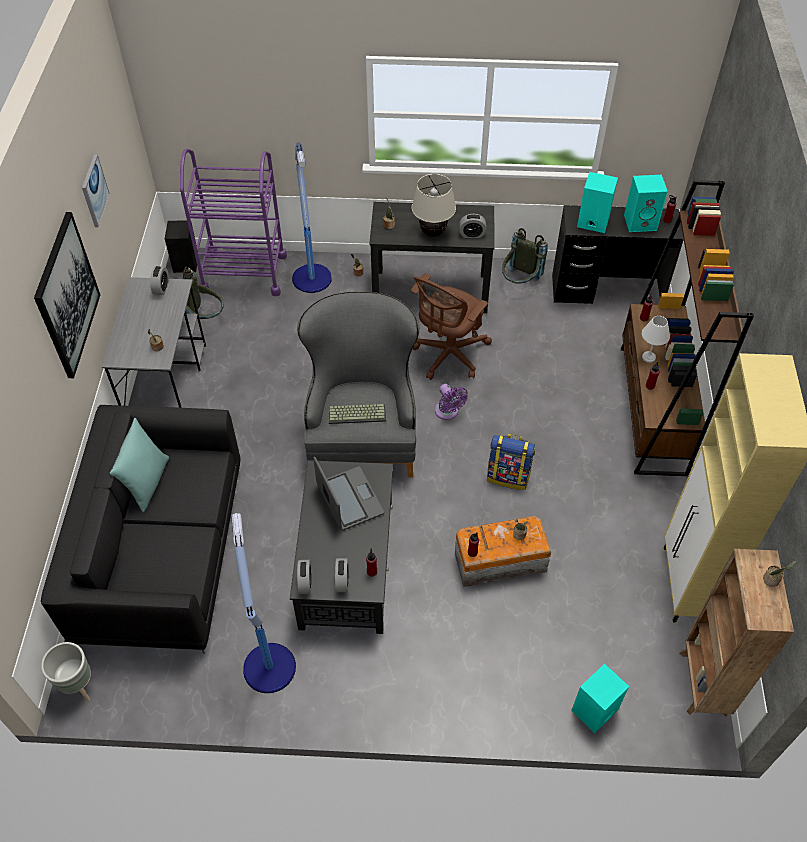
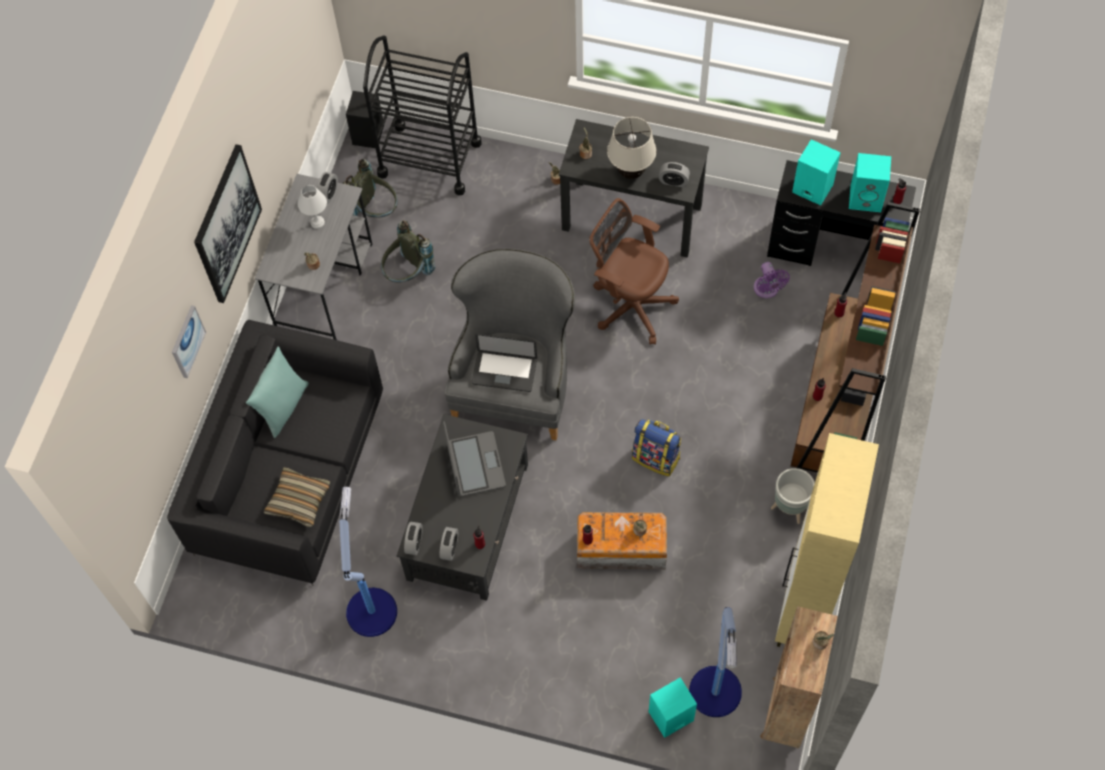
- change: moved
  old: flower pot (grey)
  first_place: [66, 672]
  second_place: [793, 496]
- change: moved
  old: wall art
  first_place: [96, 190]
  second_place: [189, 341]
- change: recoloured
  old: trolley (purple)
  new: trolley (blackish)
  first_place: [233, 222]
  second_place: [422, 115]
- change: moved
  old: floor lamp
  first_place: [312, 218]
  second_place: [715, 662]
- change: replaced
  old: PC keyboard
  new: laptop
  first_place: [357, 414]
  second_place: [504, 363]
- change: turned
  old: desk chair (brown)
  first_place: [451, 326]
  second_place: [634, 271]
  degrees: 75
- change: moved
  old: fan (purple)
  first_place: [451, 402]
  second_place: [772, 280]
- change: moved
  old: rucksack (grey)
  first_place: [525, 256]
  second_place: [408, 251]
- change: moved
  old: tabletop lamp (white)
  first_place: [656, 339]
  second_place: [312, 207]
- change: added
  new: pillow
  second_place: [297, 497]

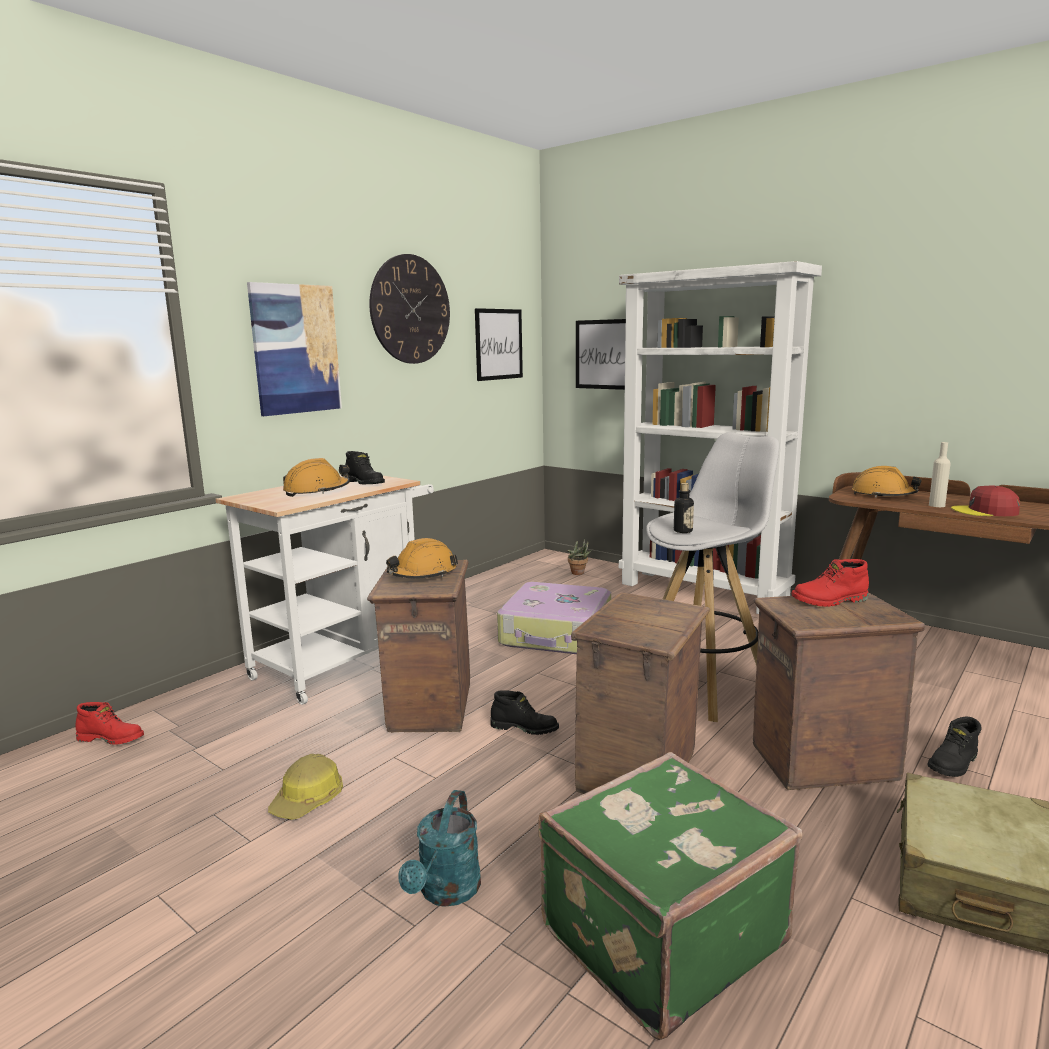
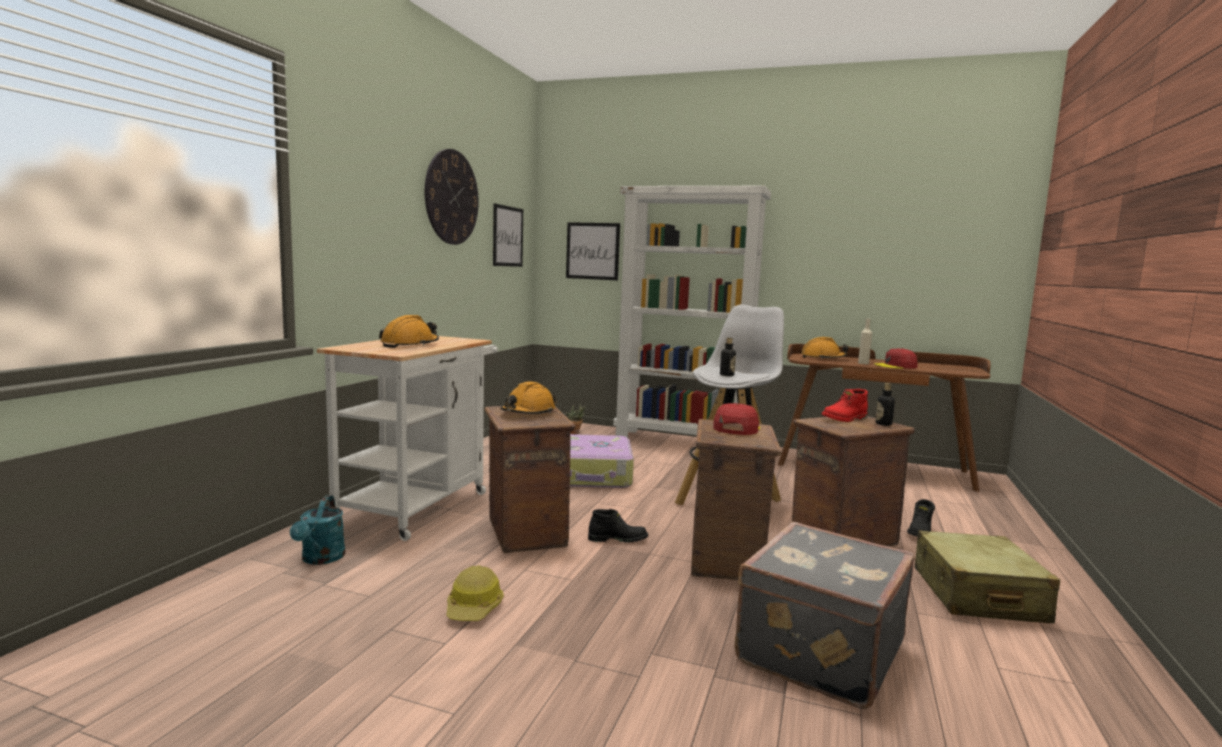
- change: removed
  old: tall boot (reddish)
  first_place: [109, 723]
- change: removed
  old: wall art
  first_place: [294, 349]
- change: removed
  old: tall boot (blackish)
  first_place: [365, 467]
- change: moved
  old: watering pot (turquoise-coloured)
  first_place: [439, 848]
  second_place: [318, 530]
- change: recoloured
  old: suitcase (green-coloured)
  new: suitcase (grey)
  first_place: [670, 896]
  second_place: [825, 615]
- change: added
  new: peaked cap (reddish)
  second_place: [736, 419]
- change: added
  new: bottle
  second_place: [885, 404]

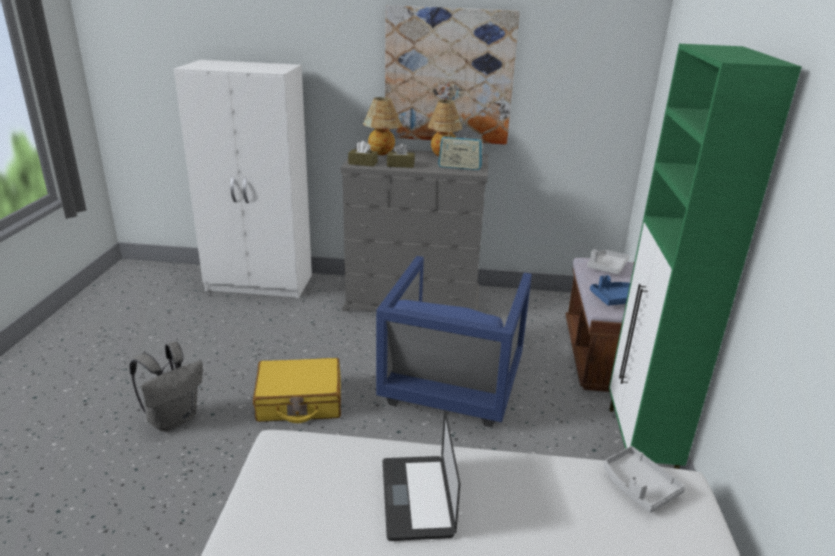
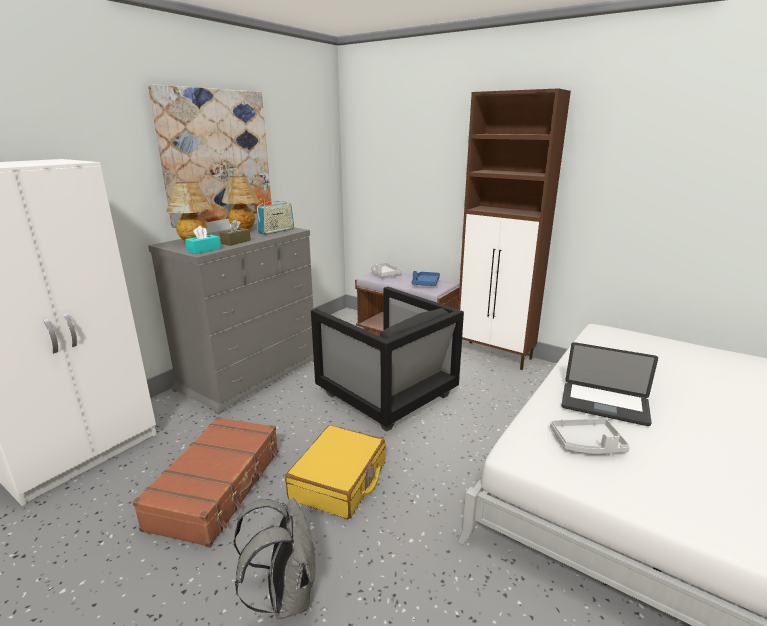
- change: recoloured
  old: tissue box (brown)
  new: tissue box (turquoise-coloured)
  first_place: [363, 154]
  second_place: [203, 240]
- change: recoloured
  old: lounge chair (bluish)
  new: lounge chair (blackish)
  first_place: [454, 341]
  second_place: [387, 359]
- change: moved
  old: serving tray (grey)
  first_place: [644, 479]
  second_place: [590, 436]
- change: recoloured
  old: cupboard (green-coloured)
  new: cupboard (brown)
  first_place: [705, 256]
  second_place: [514, 229]
- change: added
  new: suitcase (brown)
  second_place: [205, 482]

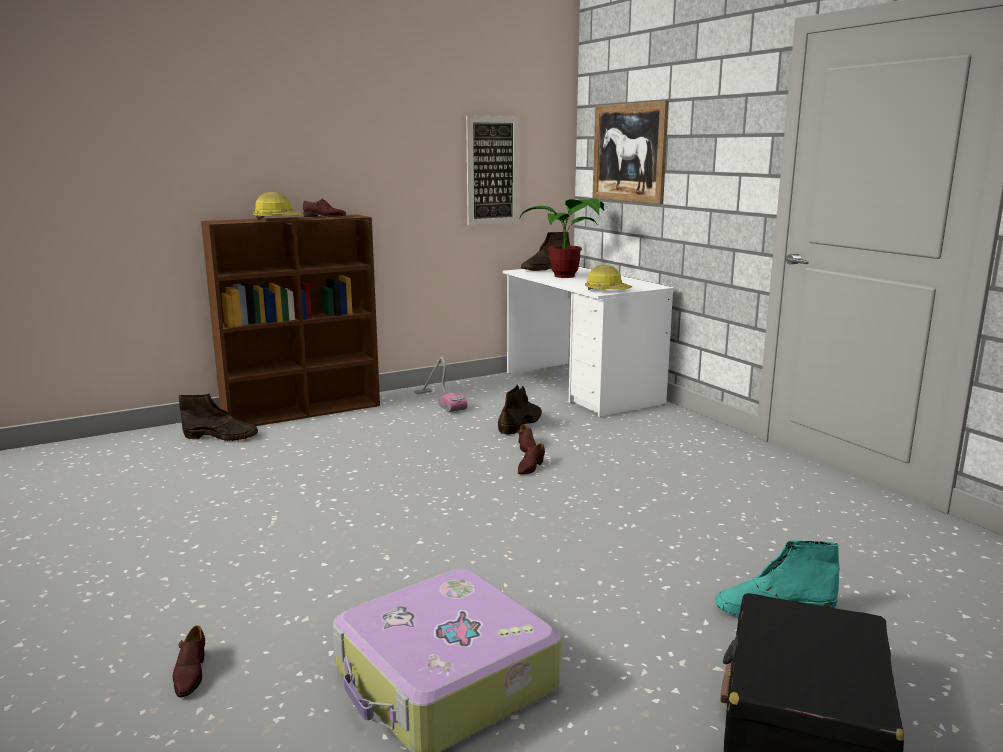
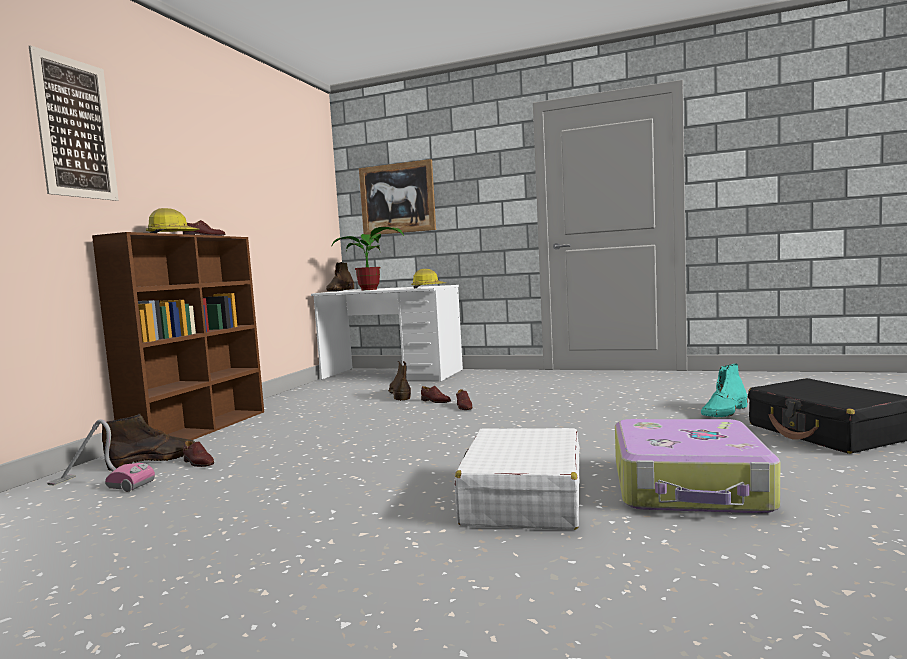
- change: moved
  old: item of footwear (brown)
  first_place: [189, 661]
  second_place: [198, 454]
- change: moved
  old: hoover
  first_place: [441, 385]
  second_place: [101, 455]
- change: moved
  old: wall art
  first_place: [492, 170]
  second_place: [74, 123]
- change: added
  new: suitcase (white)
  second_place: [517, 479]

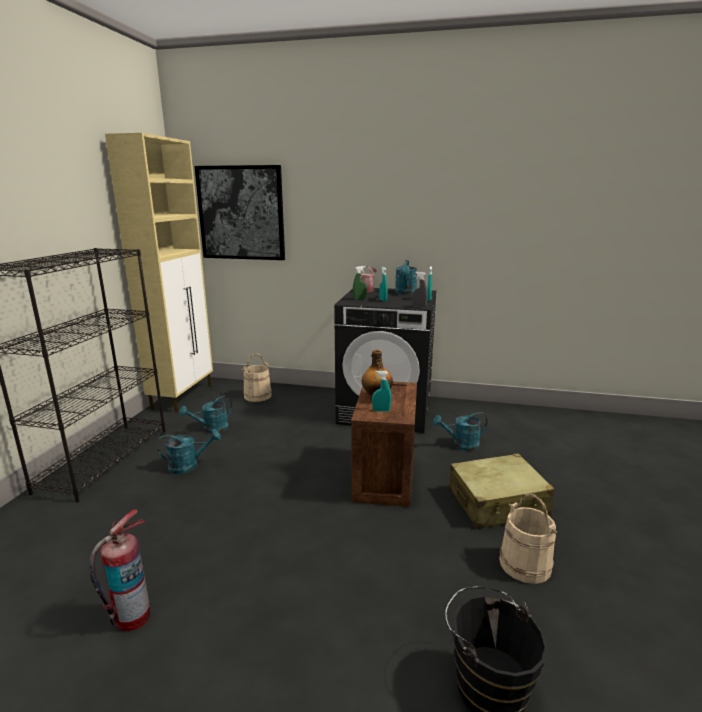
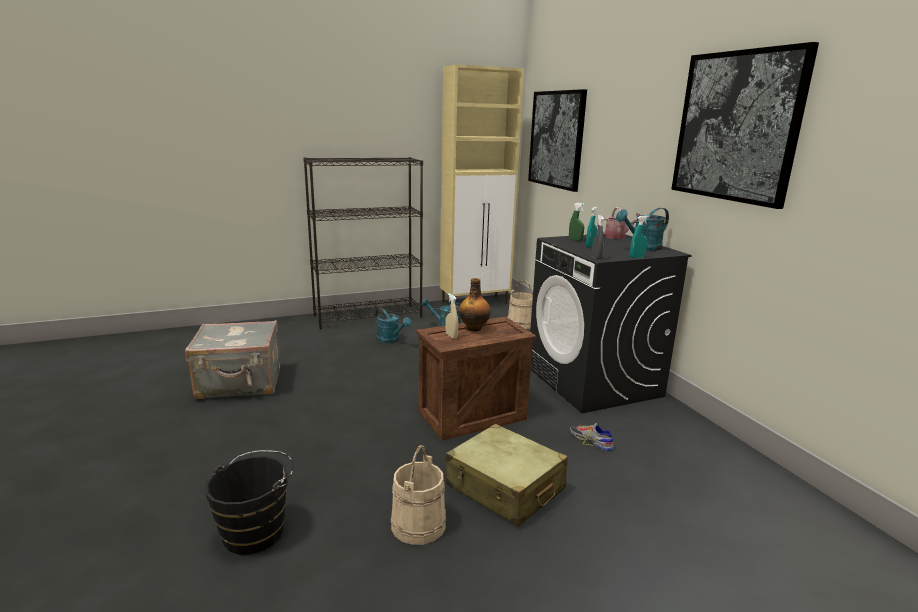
- change: replaced
  old: fire extinguisher
  new: suitcase (grey)
  first_place: [119, 570]
  second_place: [232, 359]
- change: recoloured
  old: sprayer (turquoise-coloured)
  new: sprayer (sand-coloured)
  first_place: [381, 391]
  second_place: [452, 316]
- change: replaced
  old: watering pot (turquoise-coloured)
  new: item of footwear
  first_place: [460, 431]
  second_place: [592, 437]
- change: added
  new: wall art
  second_place: [745, 125]

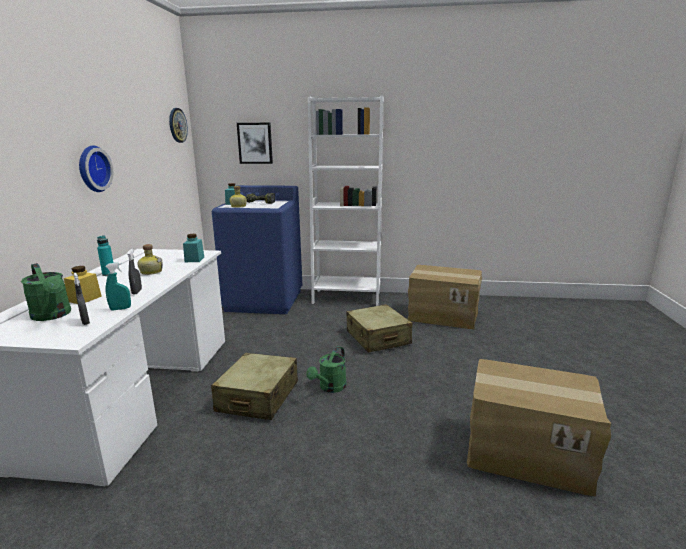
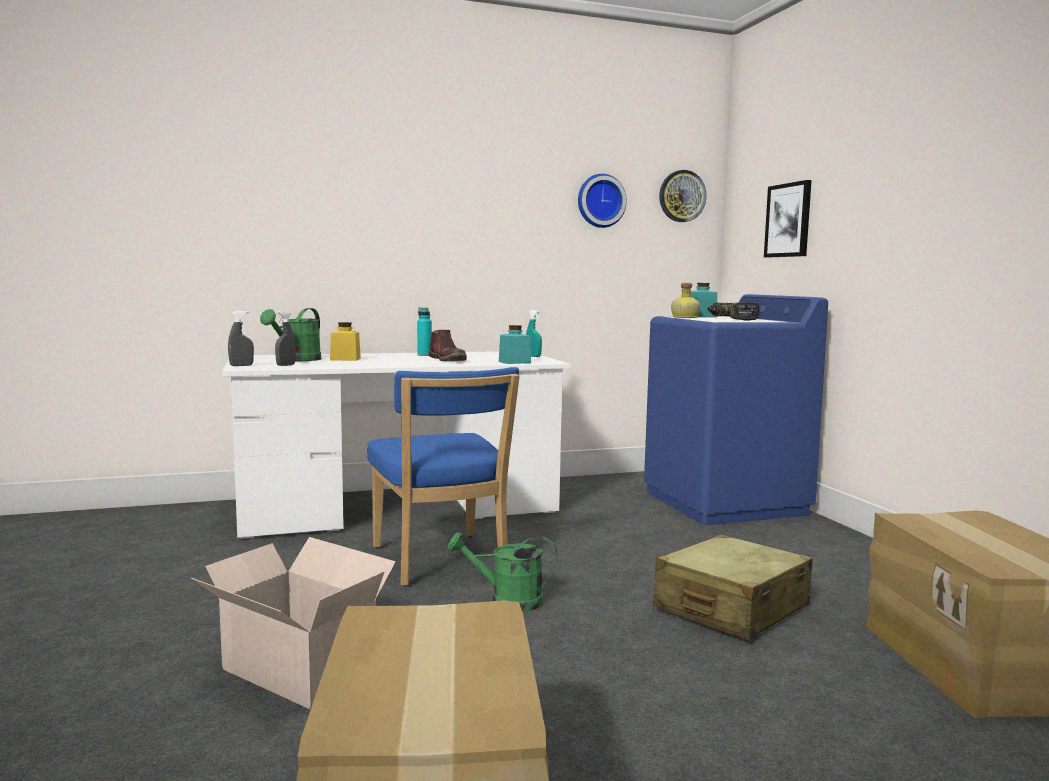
- change: moved
  old: clock on the wall
  first_place: [96, 168]
  second_place: [602, 201]
- change: moved
  old: sprayer (turquoise-coloured)
  first_place: [118, 286]
  second_place: [534, 333]
- change: moved
  old: sprayer (grey)
  first_place: [134, 271]
  second_place: [241, 338]
- change: replaced
  old: bottle
  new: tall boot (brown)
  first_place: [150, 259]
  second_place: [448, 345]
- change: replaced
  old: suitcase (sand-coloured)
  new: plain chair (bluish)
  first_place: [254, 386]
  second_place: [443, 476]
- change: removed
  old: bookcase (white)
  first_place: [346, 200]
- change: added
  new: carton
  second_place: [293, 623]

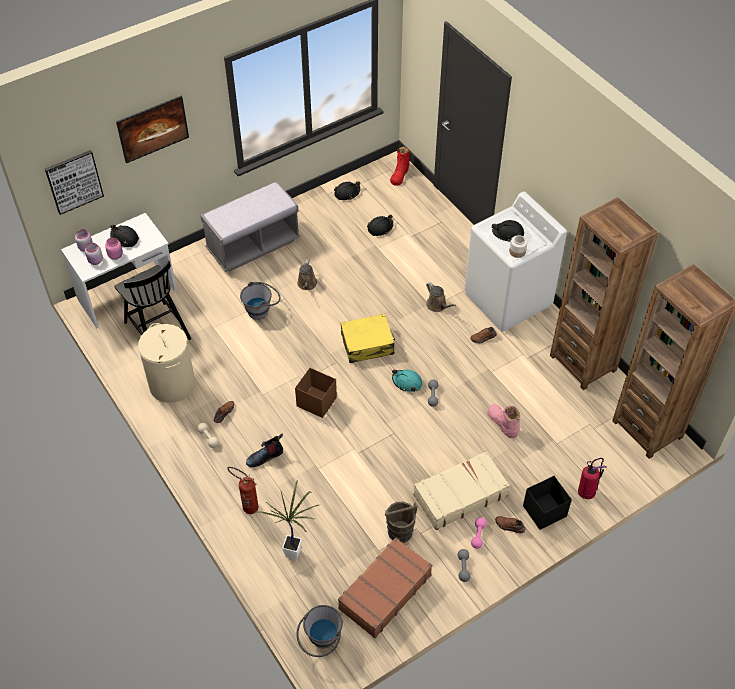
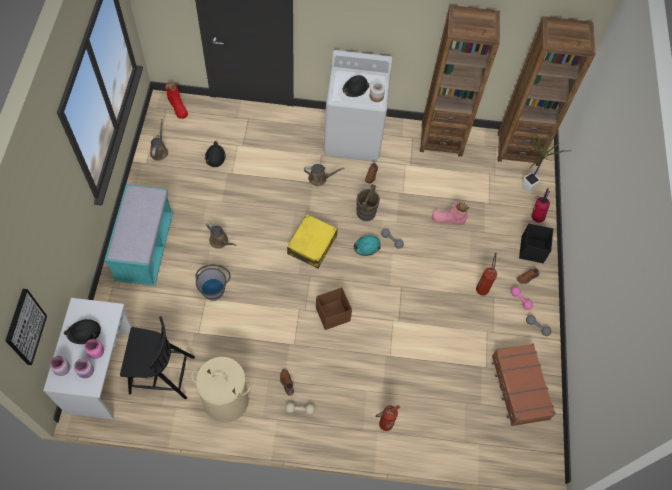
- change: removed
  old: wall art
  first_place: [152, 129]
- change: recoloured
  old: indoor bench (grey)
  new: indoor bench (turquoise-coloured)
  first_place: [250, 226]
  second_place: [138, 235]
- change: removed
  old: tall boot
  first_place: [264, 450]
- change: moved
  old: potted plant
  first_place: [286, 520]
  second_place: [546, 161]
- change: removed
  old: water bucket (grey)
  first_place: [320, 631]
- change: replaced
  old: safety helmet (blackish)
  new: watering pot (brown)
  first_place: [347, 190]
  second_place: [159, 140]
- change: moved
  old: water bucket (brown)
  first_place: [401, 522]
  second_place: [368, 202]
- change: replaced
  old: suitcase (sand-coloured)
  new: fire extinguisher
  first_place: [462, 490]
  second_place: [486, 274]

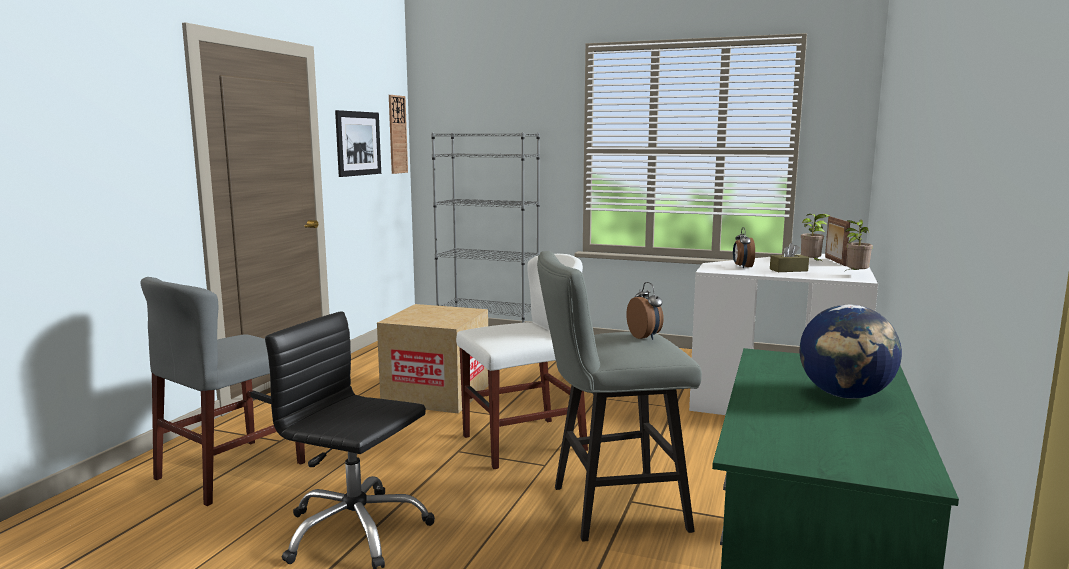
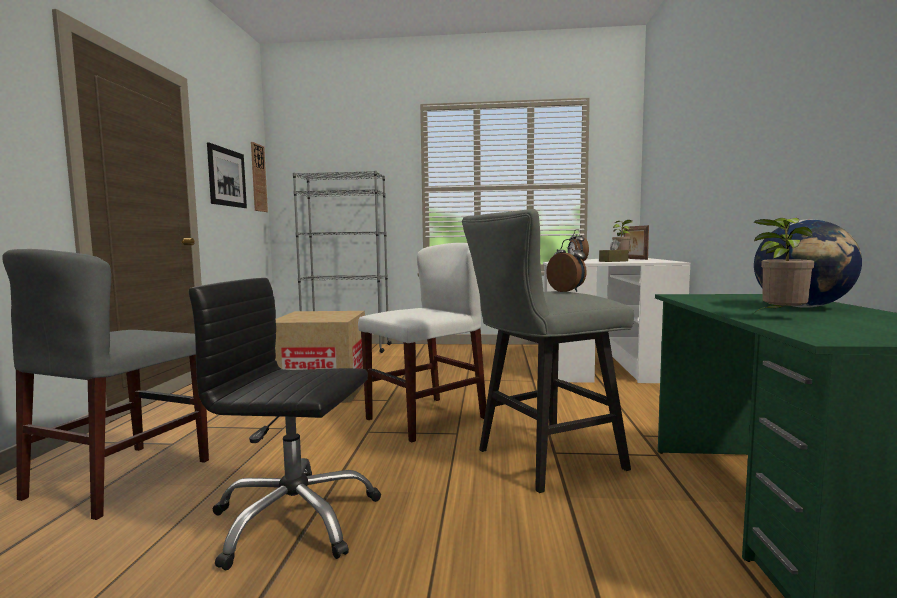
- change: moved
  old: potted plant
  first_place: [858, 246]
  second_place: [784, 265]

